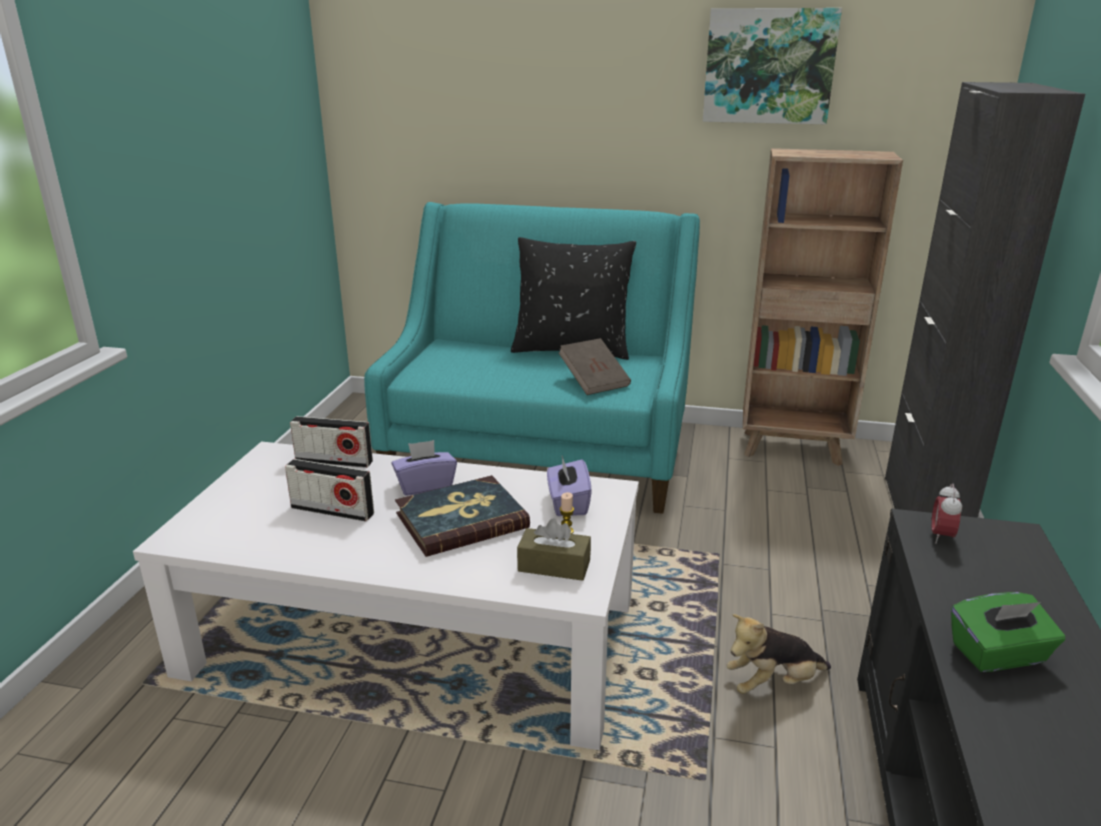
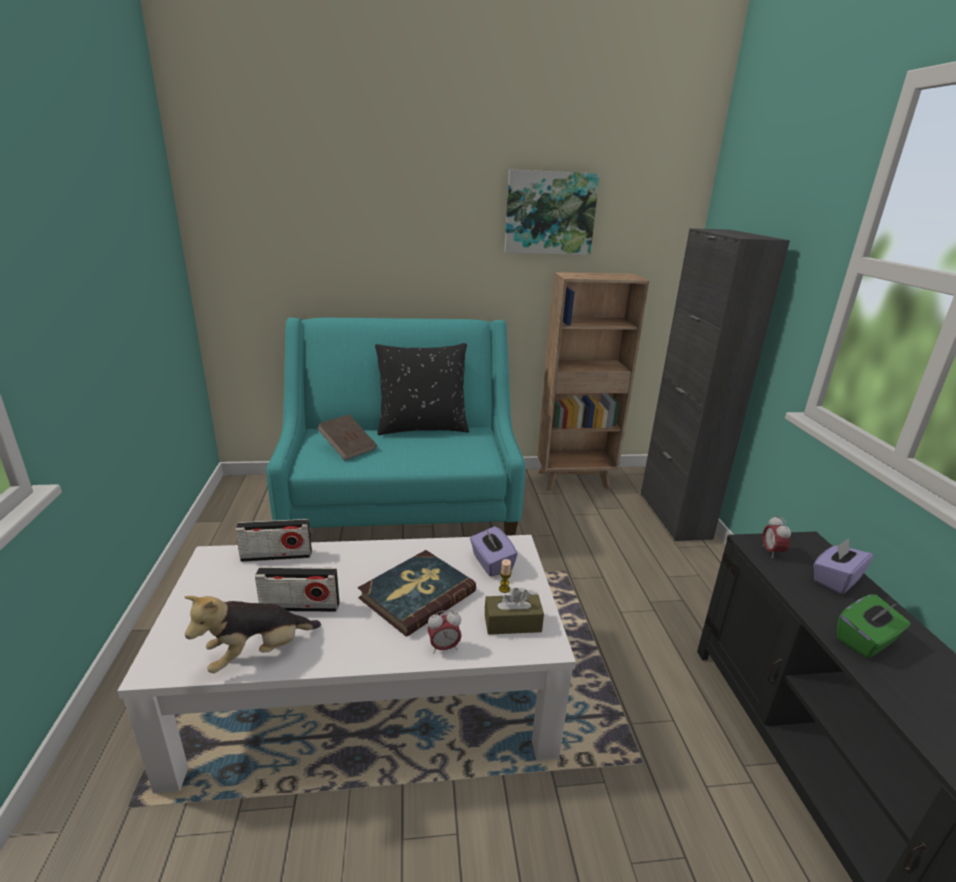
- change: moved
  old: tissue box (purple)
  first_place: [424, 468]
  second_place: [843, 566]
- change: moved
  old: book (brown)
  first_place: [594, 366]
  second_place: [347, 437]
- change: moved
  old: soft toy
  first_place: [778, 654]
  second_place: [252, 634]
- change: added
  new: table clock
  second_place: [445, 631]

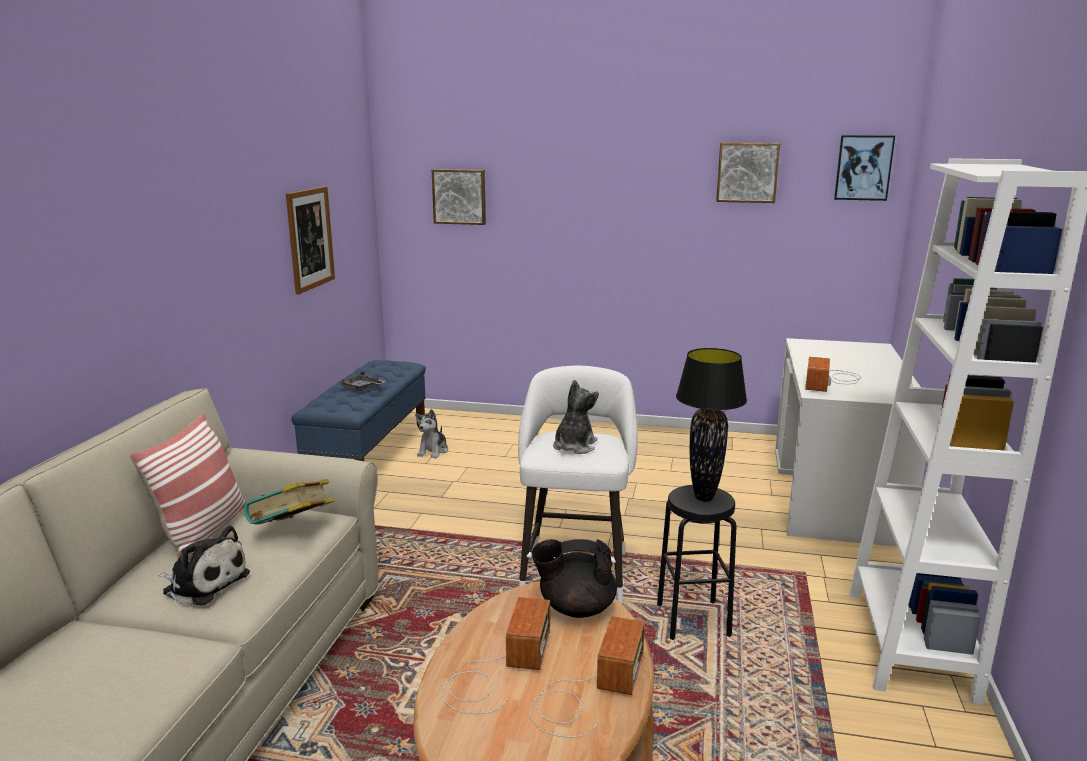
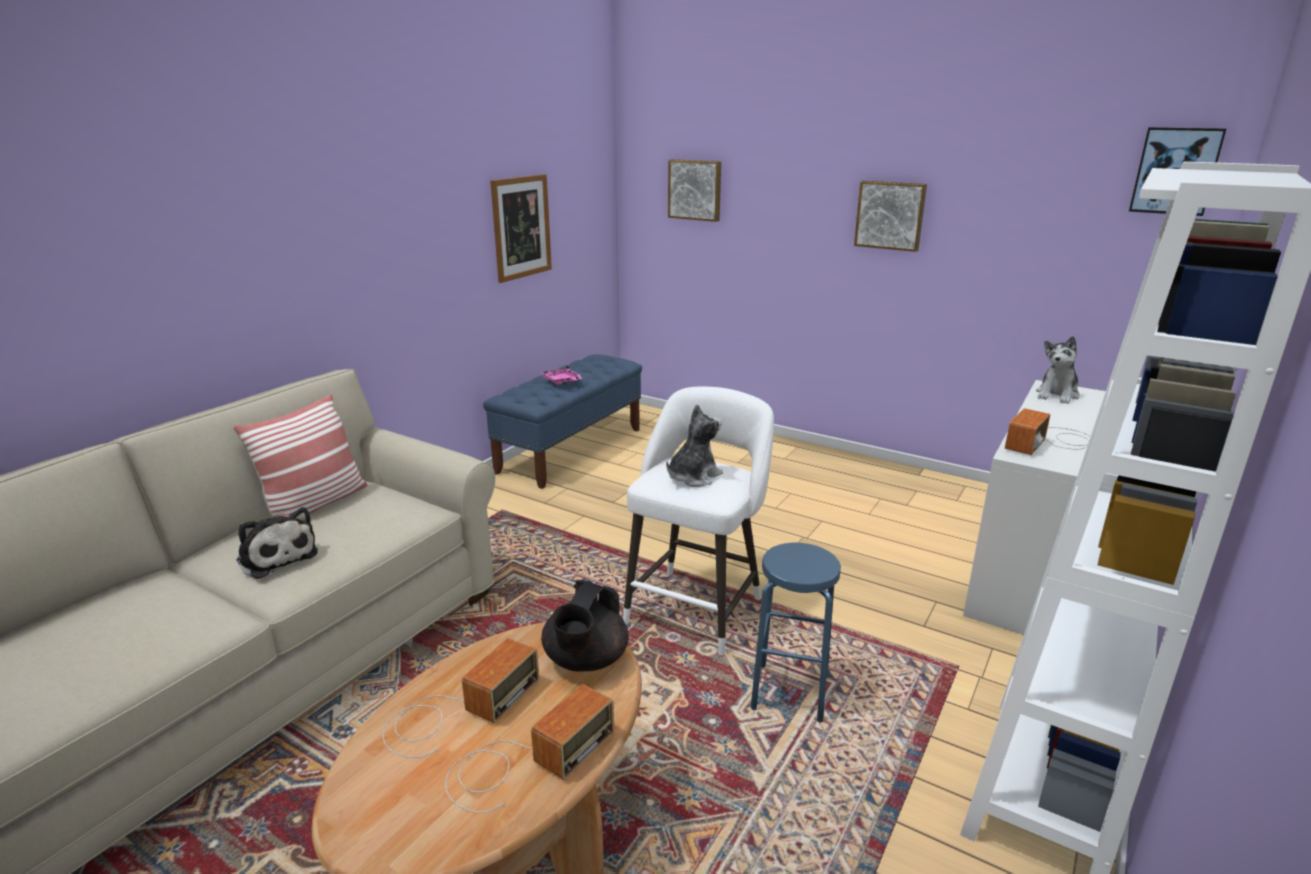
- change: removed
  old: book
  first_place: [289, 502]
- change: recoloured
  old: serving tray (grey)
  new: serving tray (pink-coloured)
  first_place: [361, 381]
  second_place: [561, 375]
- change: moved
  old: soft toy
  first_place: [431, 433]
  second_place: [1058, 370]
- change: turned
  old: teapot (blackish)
  first_place: [574, 578]
  second_place: [585, 625]
  degrees: -90
- change: recoloured
  old: sitting stool (blackish)
  new: sitting stool (bluish)
  first_place: [696, 562]
  second_place: [796, 633]
- change: removed
  old: tabletop lamp (blackish)
  first_place: [711, 424]
- change: moved
  old: wall art
  first_place: [748, 173]
  second_place: [890, 216]

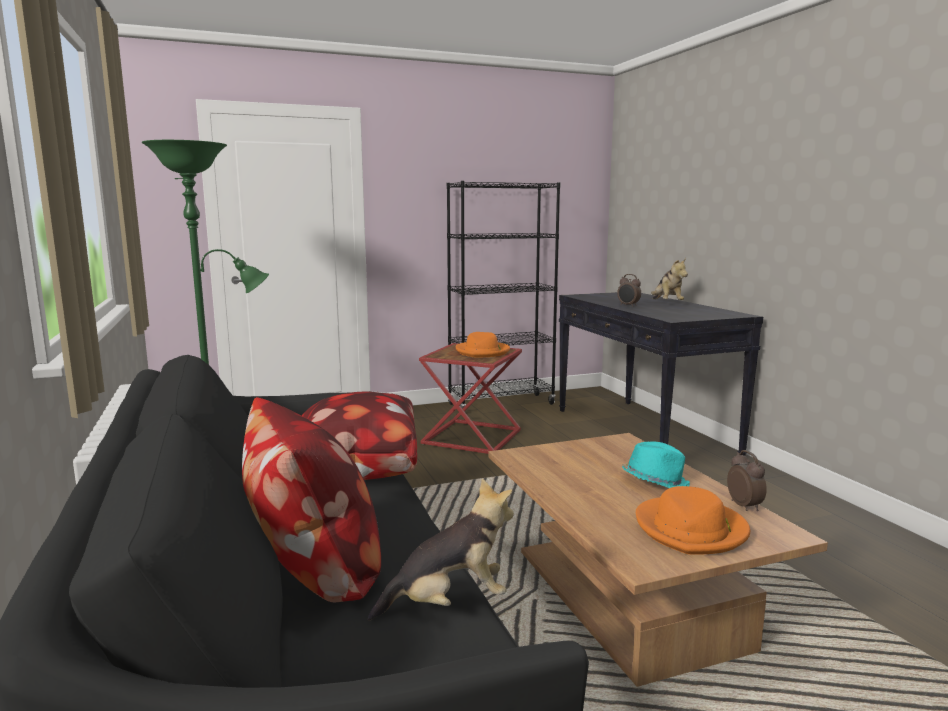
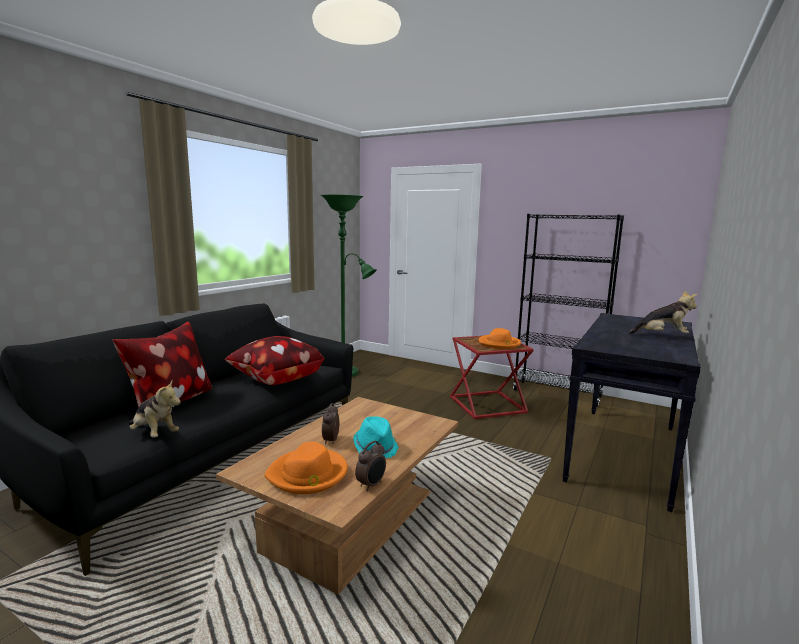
- change: moved
  old: table clock
  first_place: [629, 290]
  second_place: [330, 424]
- change: turned
  old: soft toy
  first_place: [669, 279]
  second_place: [663, 312]
  degrees: -120

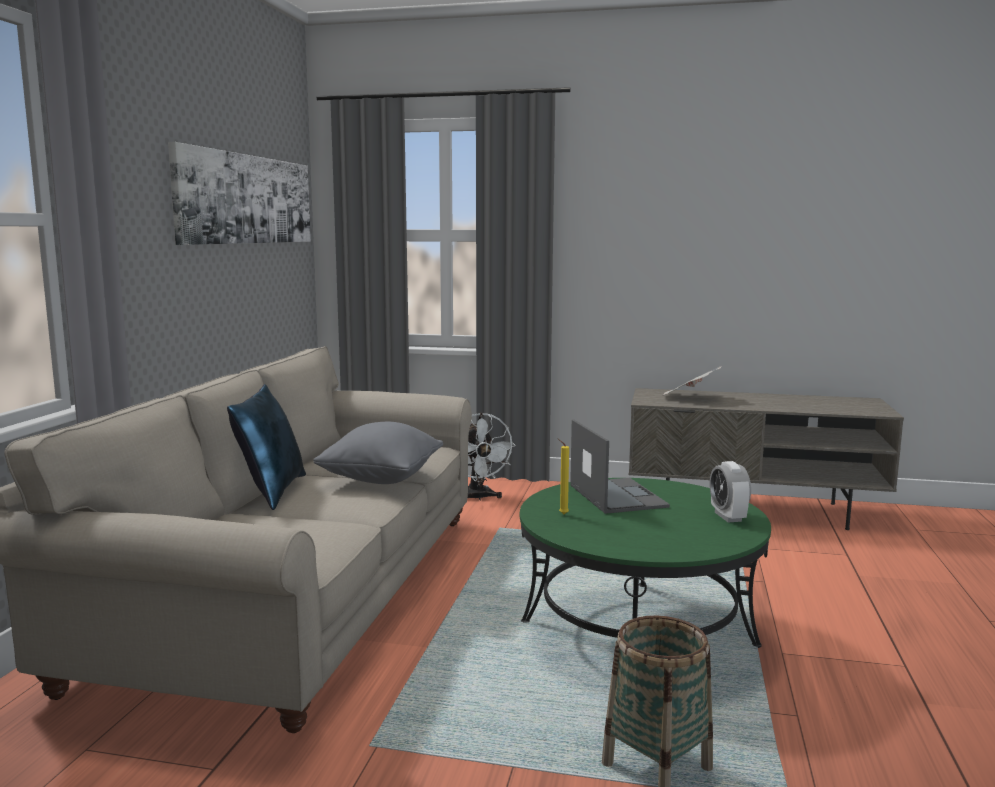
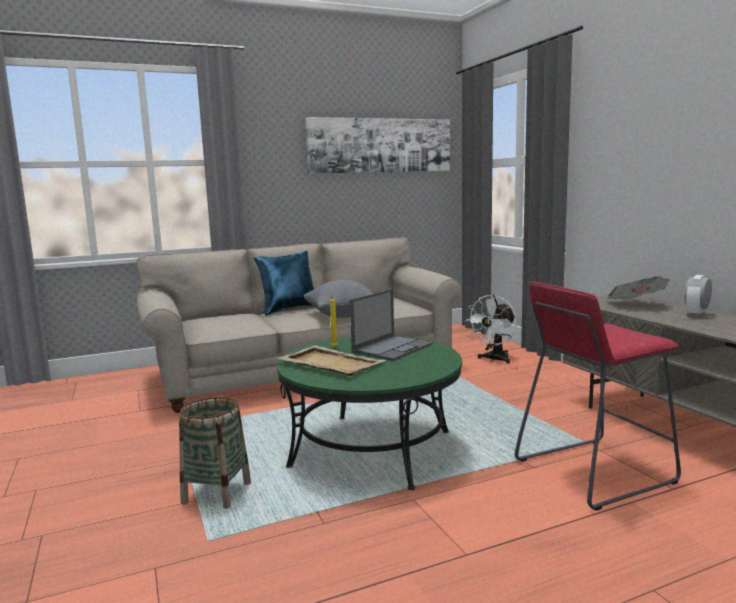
- change: moved
  old: table clock
  first_place: [730, 492]
  second_place: [698, 296]
- change: added
  new: serving tray (sand-coloured)
  second_place: [332, 361]
- change: added
  new: sitting stool (reddish)
  second_place: [598, 396]

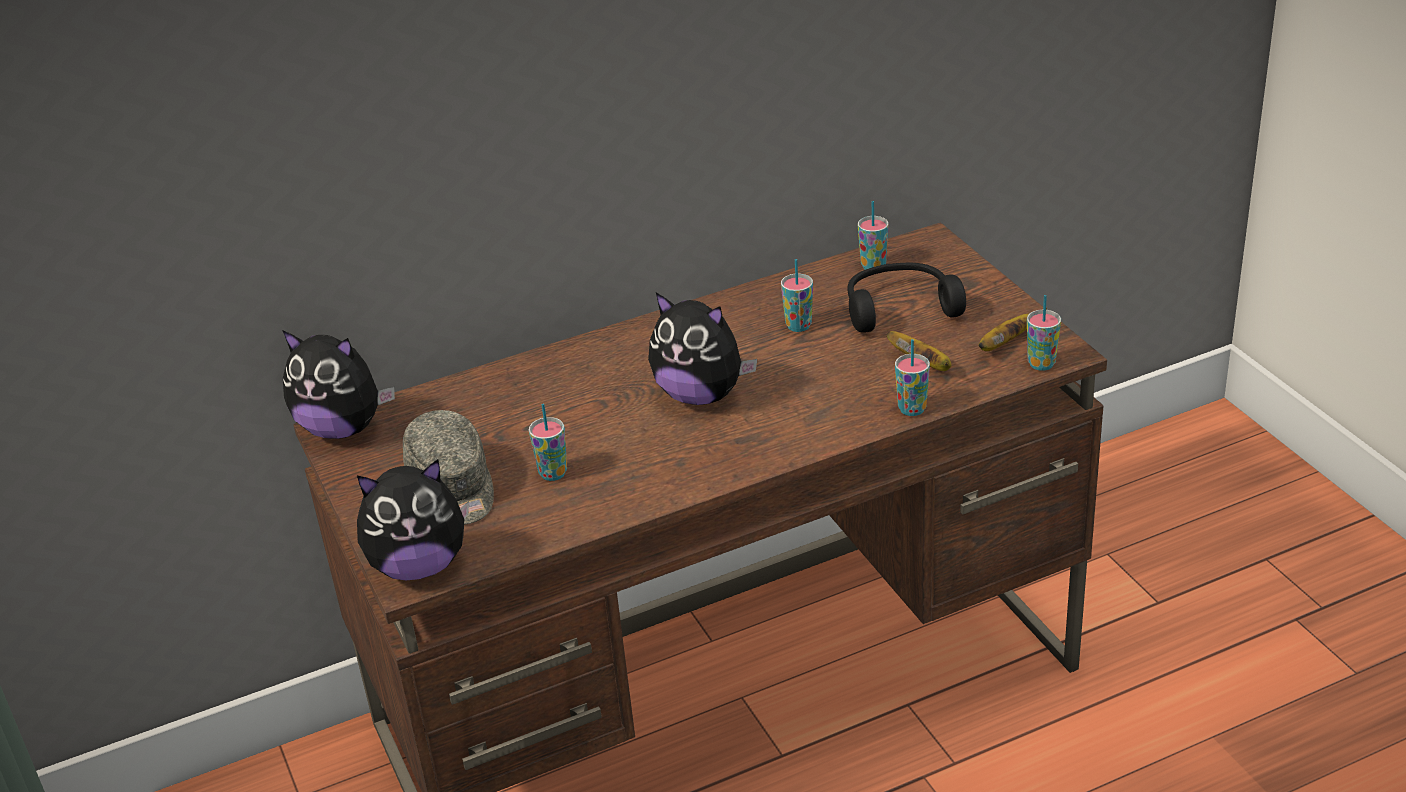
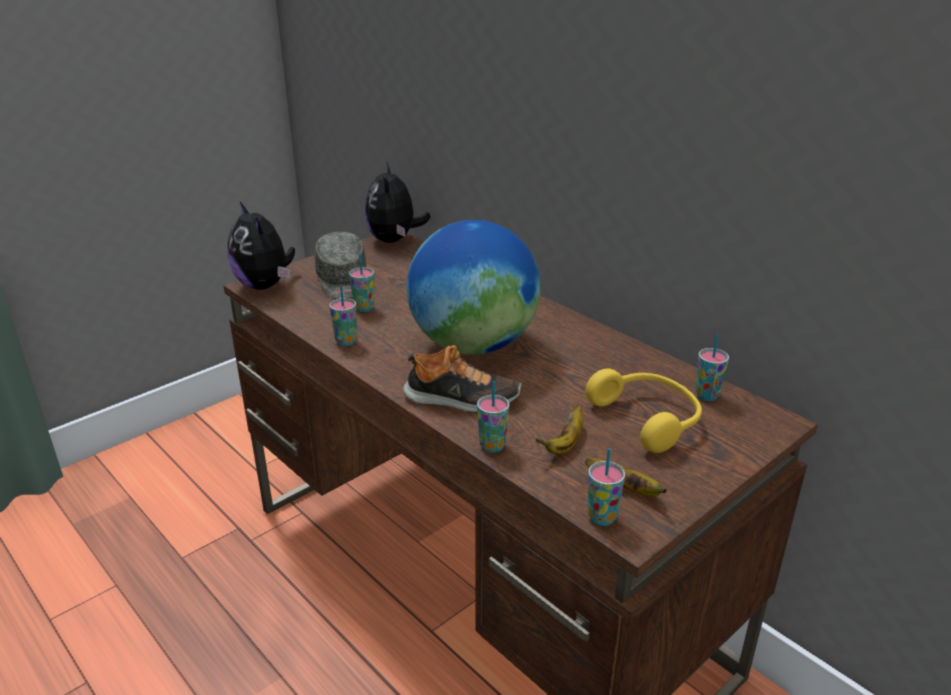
- change: turned
  old: peaked cap (grey)
  first_place: [448, 467]
  second_place: [340, 265]
  degrees: -60
- change: replaced
  old: soft toy
  new: desk globe
  first_place: [702, 349]
  second_place: [474, 287]
- change: moved
  old: small cup
  first_place: [797, 295]
  second_place: [343, 315]
- change: recoloured
  old: headset (blackish)
  new: headset (yellowish)
  first_place: [906, 298]
  second_place: [643, 411]
- change: added
  new: item of footwear
  second_place: [462, 378]

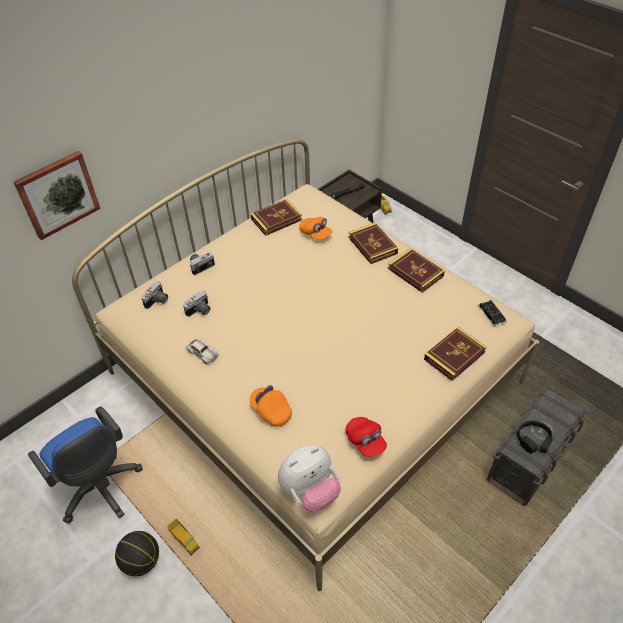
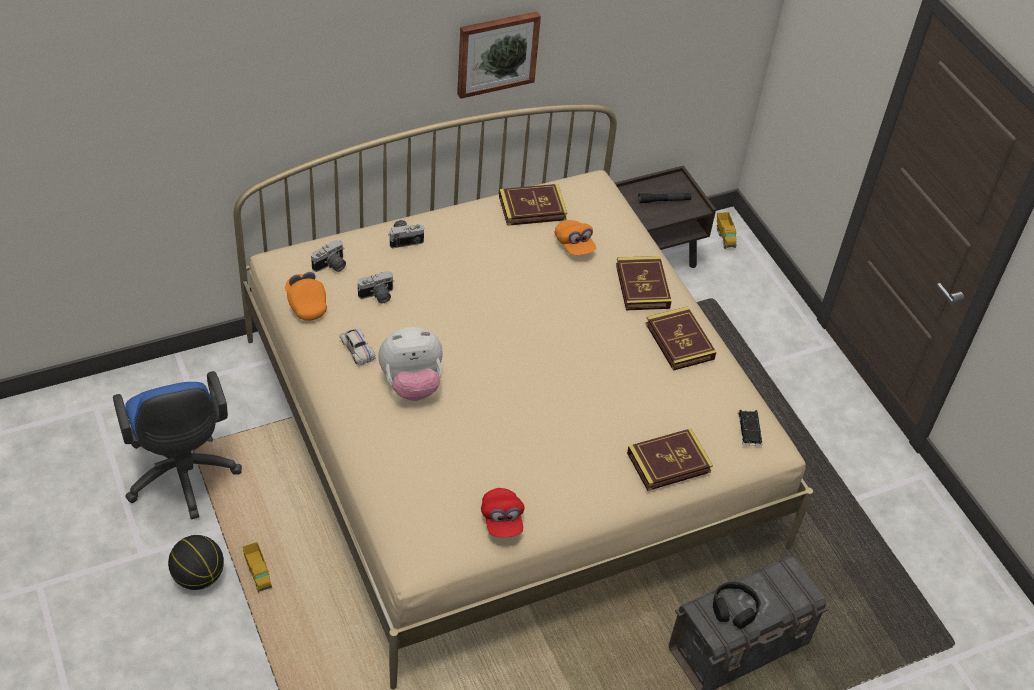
- change: moved
  old: wall art
  first_place: [57, 195]
  second_place: [499, 55]
- change: moved
  old: peaked cap (orange-coloured)
  first_place: [271, 406]
  second_place: [306, 296]
- change: moved
  old: soft toy
  first_place: [309, 478]
  second_place: [410, 364]

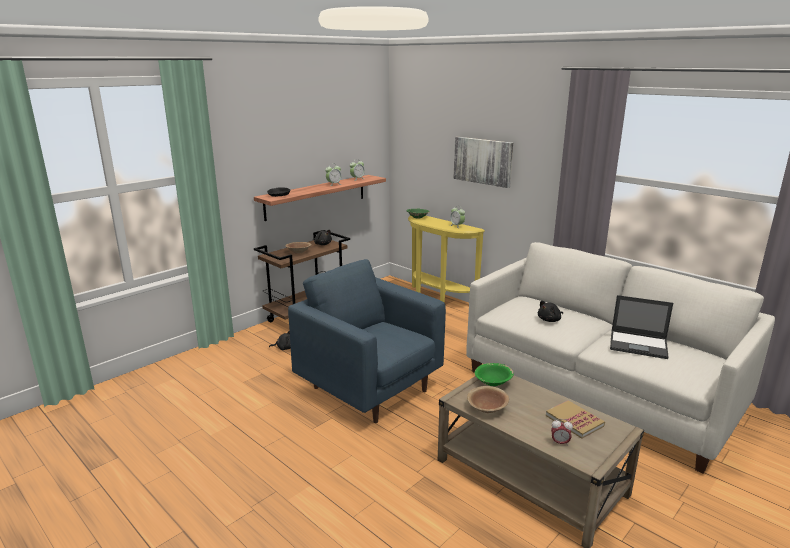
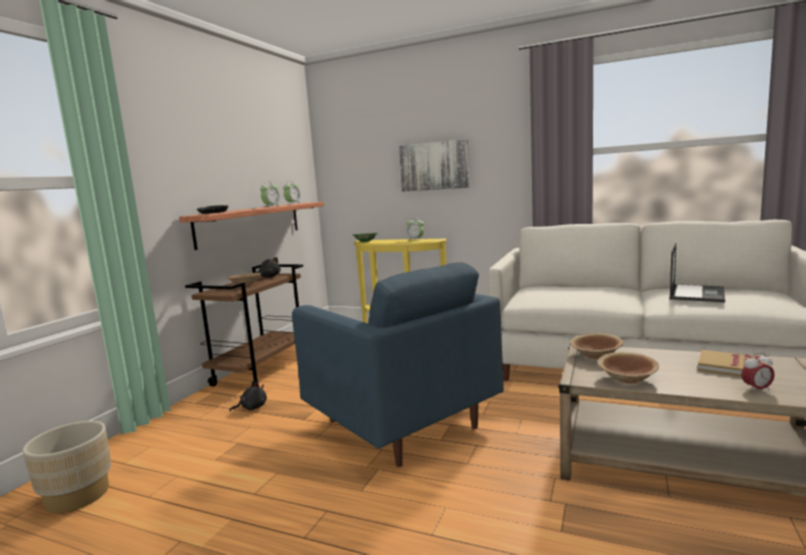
- change: turned
  old: lounge chair (bluish)
  first_place: [367, 341]
  second_place: [398, 364]
  degrees: -150
- change: recoloured
  old: bowl (green-coloured)
  new: bowl (brown)
  first_place: [494, 374]
  second_place: [596, 346]
- change: removed
  old: soft toy (blackish)
  first_place: [550, 311]
- change: turned
  old: laptop
  first_place: [641, 327]
  second_place: [697, 272]
  degrees: -60
- change: added
  new: flower pot (sand-coloured)
  second_place: [67, 467]

